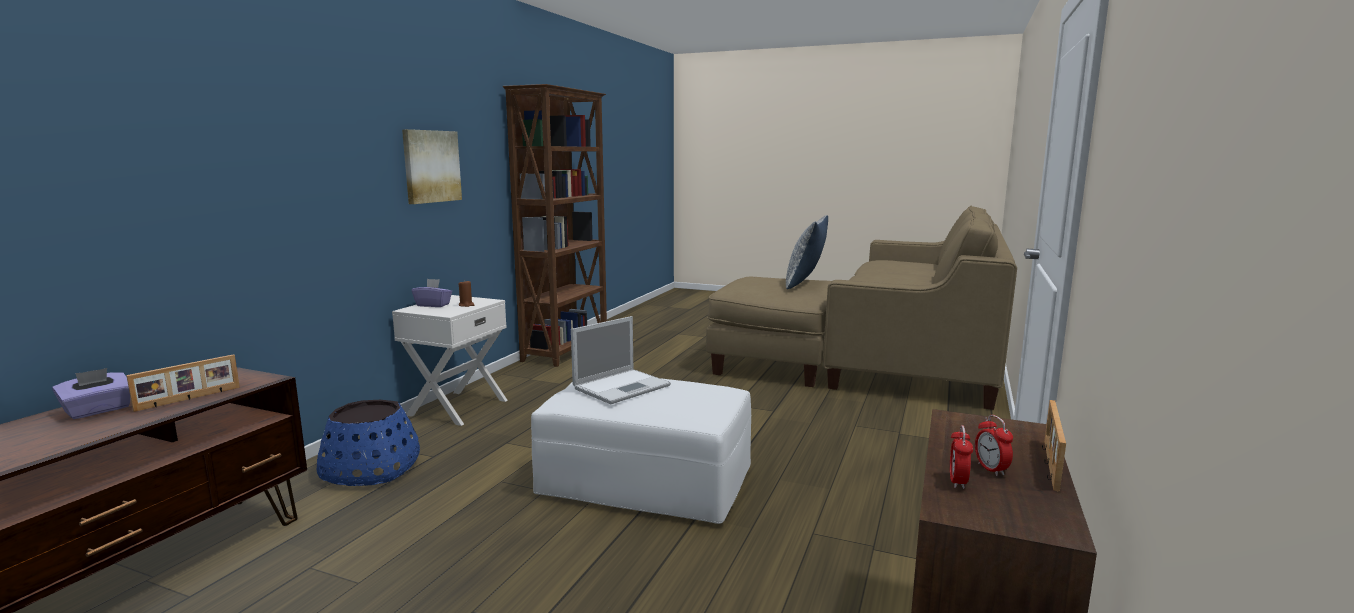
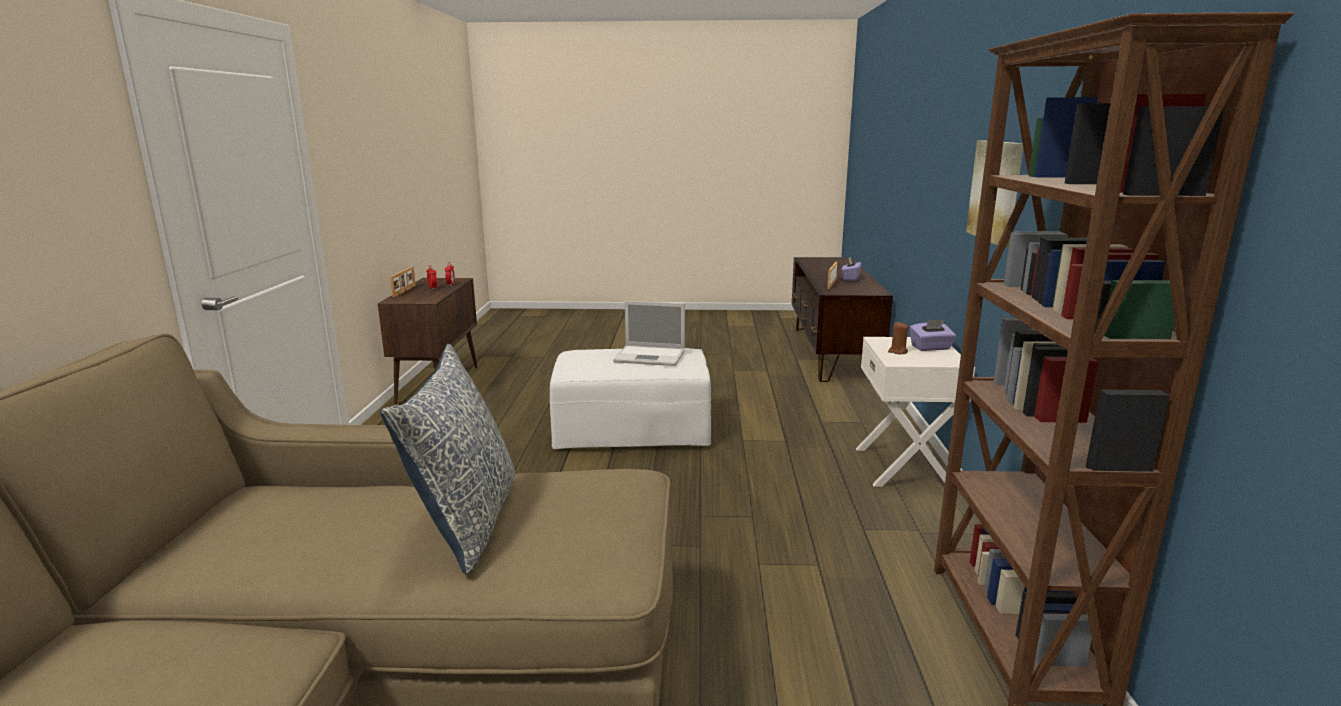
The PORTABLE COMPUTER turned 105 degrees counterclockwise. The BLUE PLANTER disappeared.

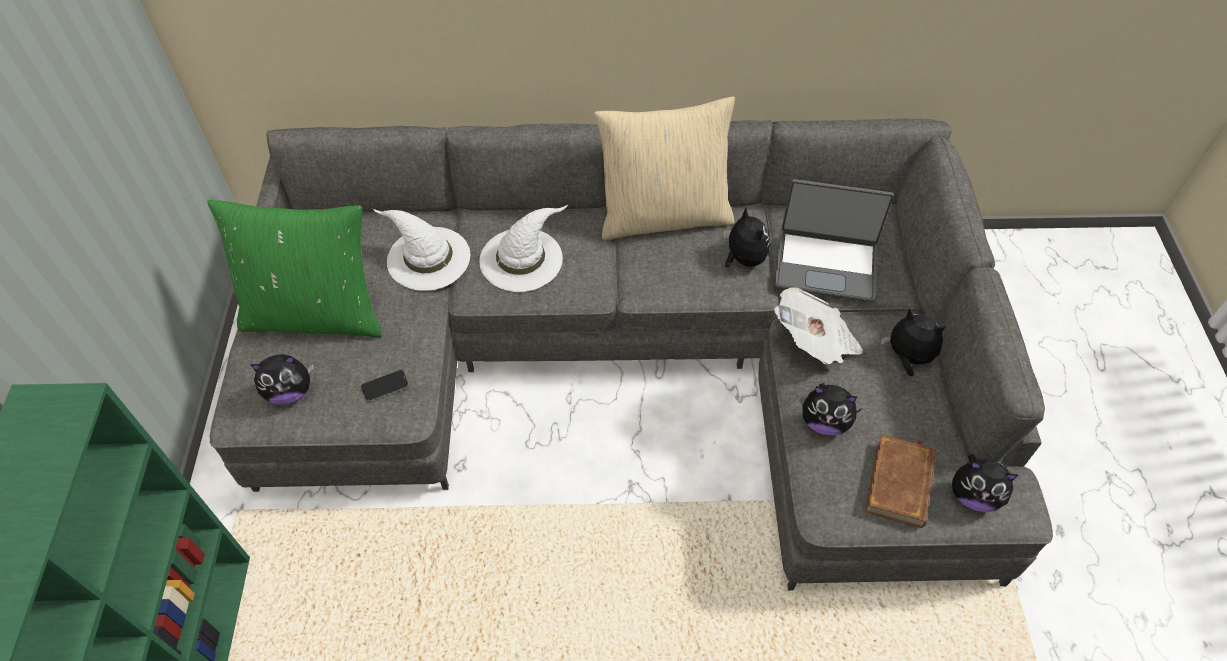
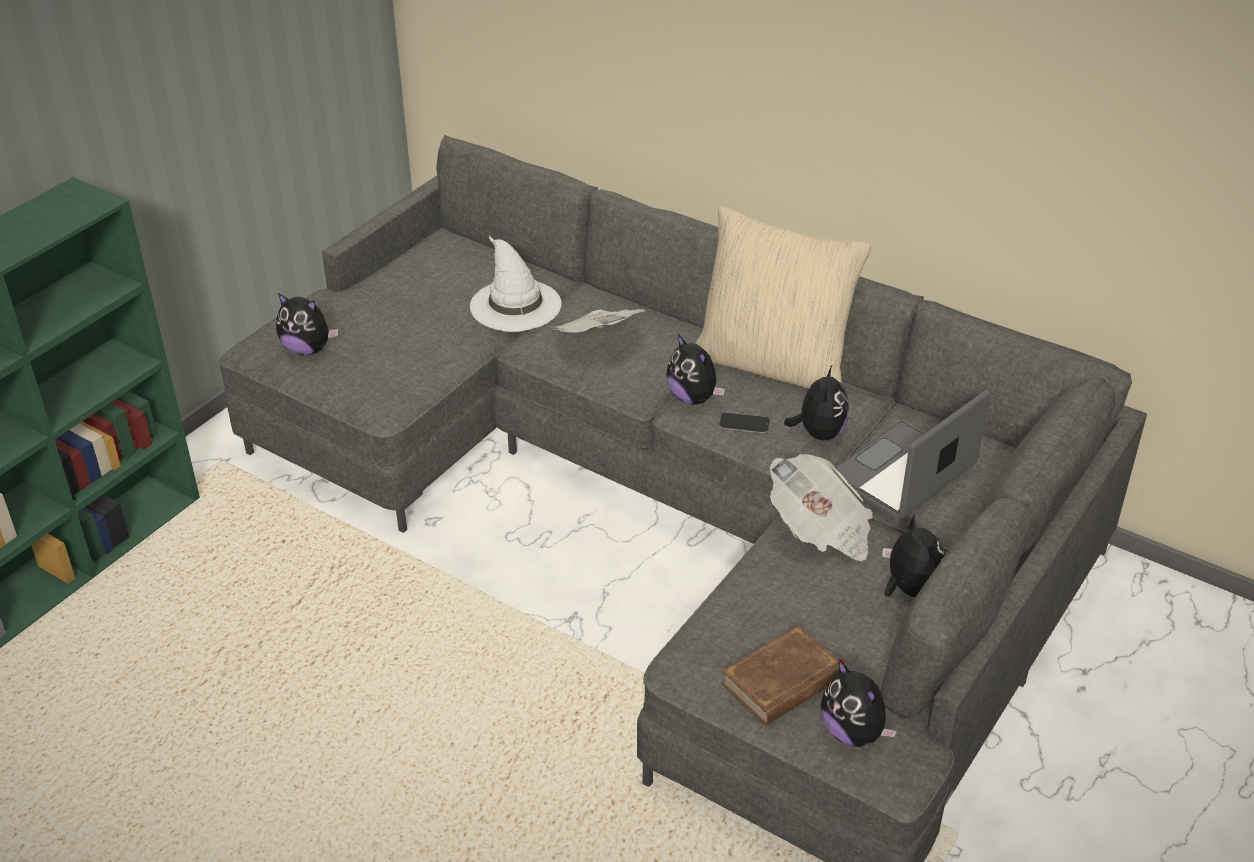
The PORTABLE COMPUTER turned 90 degrees clockwise. The GREEN-COLOURED CUSHION disappeared. The WHITISH WEARABLE HAT (no. 2 from left) was replaced by the DAILY PAPER (no. 1 from left). The HANDSET moved. The CUDDLY TOY (no. 3 from left in the first image) moved.

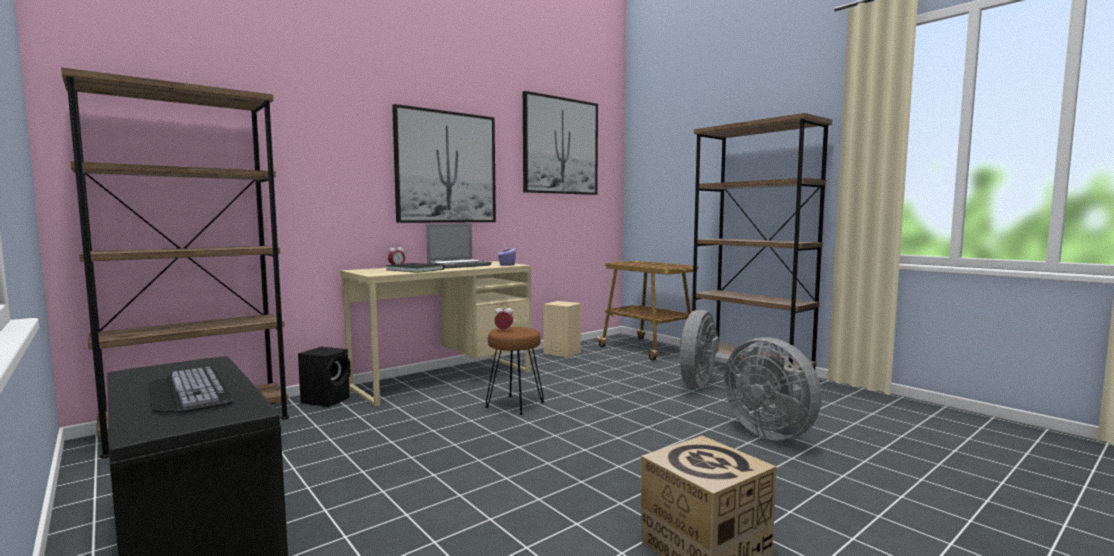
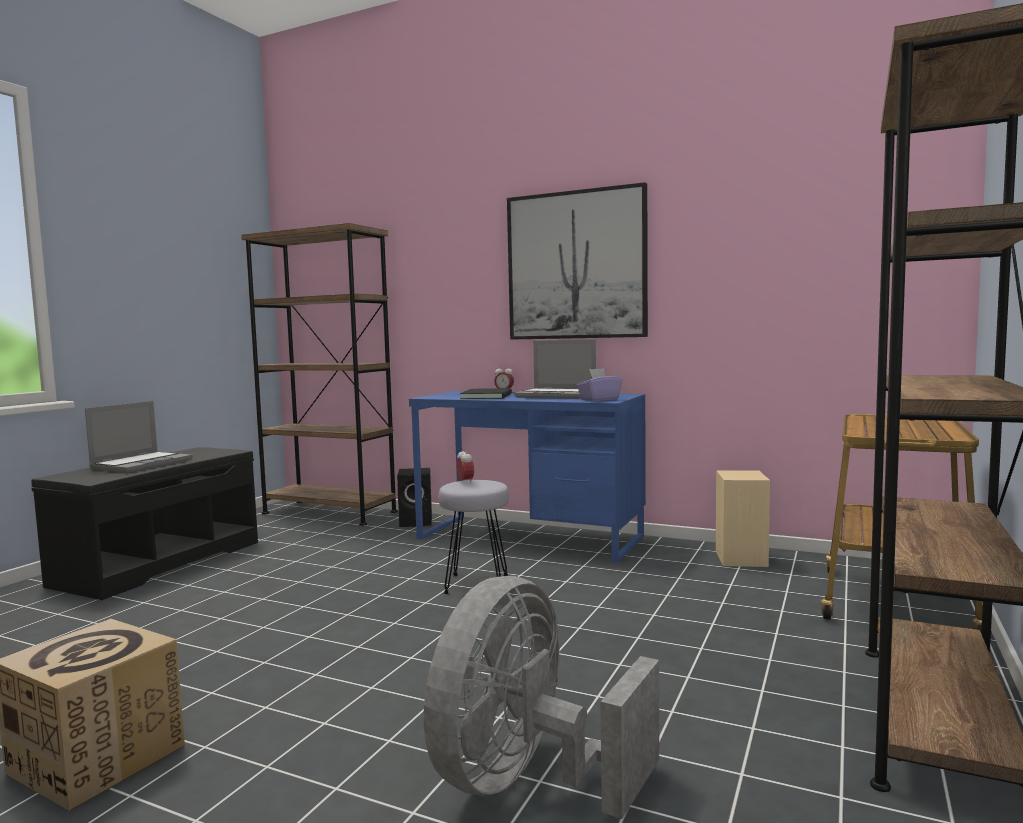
The WALL PICTURE (no. 2 from left) disappeared. The BEIGE-COLOURED DESK UNIT became the BLUE DESK UNIT. The GREY COOLING FAN (no. 1 from left) disappeared. The BROWNISH STOOL SEAT became the GREY STOOL SEAT. The COMPUTER KEYBOARD was replaced by the PORTABLE COMPUTER (no. 1 from left).

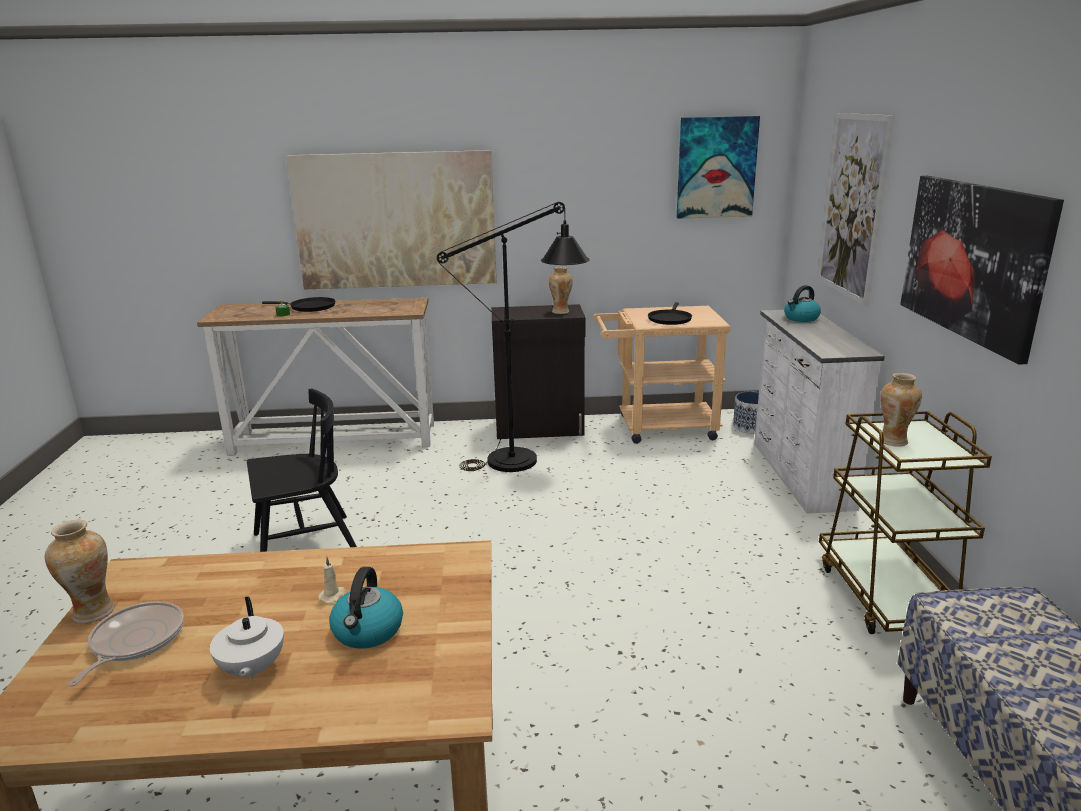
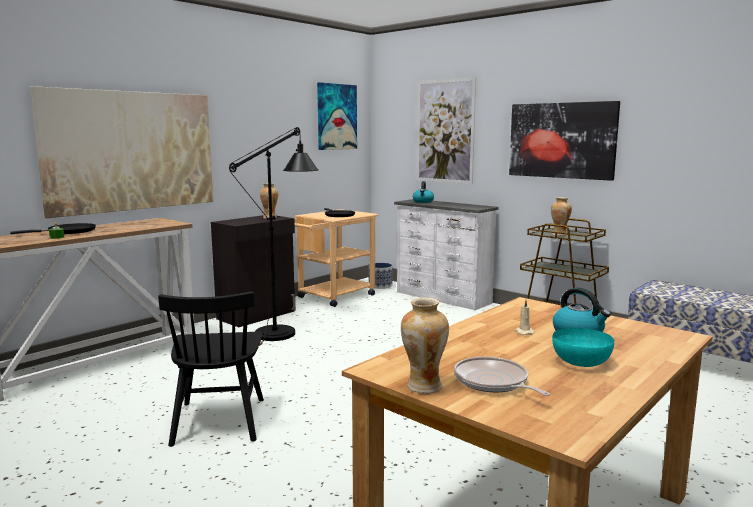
The BLACK-COLOURED PLAIN CHAIR turned 150 degrees clockwise. The WHITISH TEA POT was replaced by the BLUE-GREEN DEEP DISH.

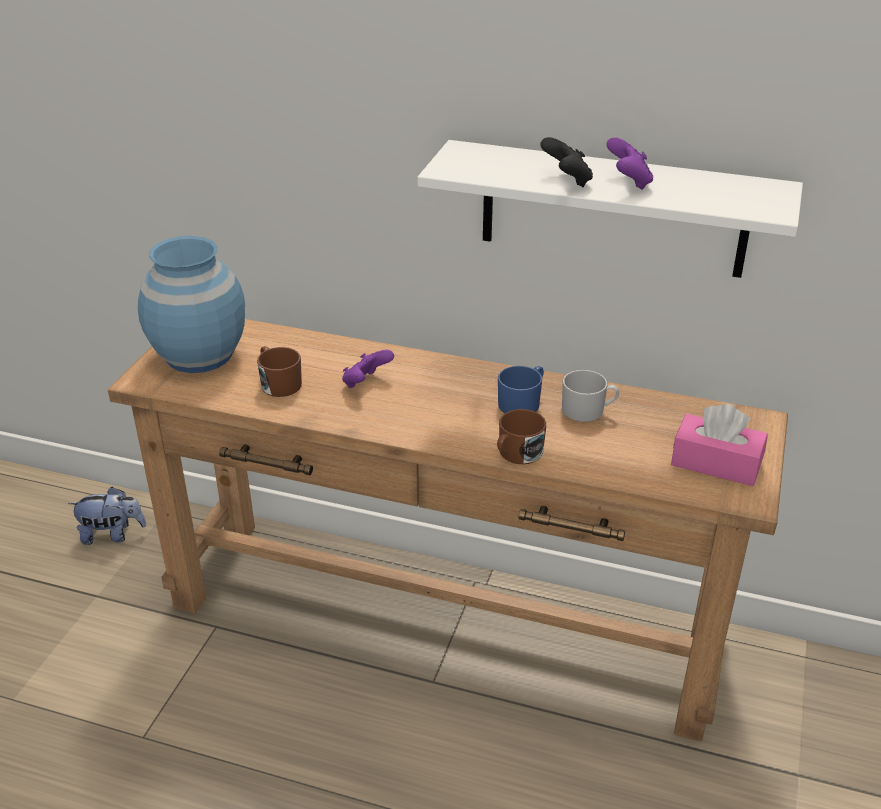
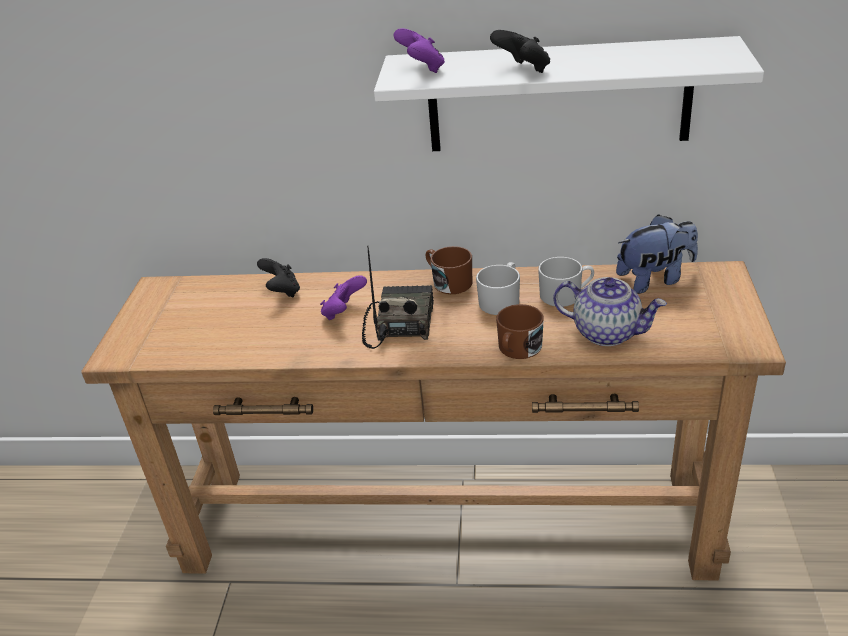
The PURPLISH JOYPAD (no. 2 from left) moved. The BLUE DECORATIVE VASE disappeared. The BROWNISH COFFEE MUG (no. 1 from left) moved. The BLUE COFFEE MUG became the WHITISH COFFEE MUG (no. 1 from left). The PINK BOX OF TISSUES disappeared. The CUDDLY TOY moved. The RADIO SET appeared. The BLACK-COLOURED JOYPAD (no. 1 from left) appeared. The TEA POT appeared.

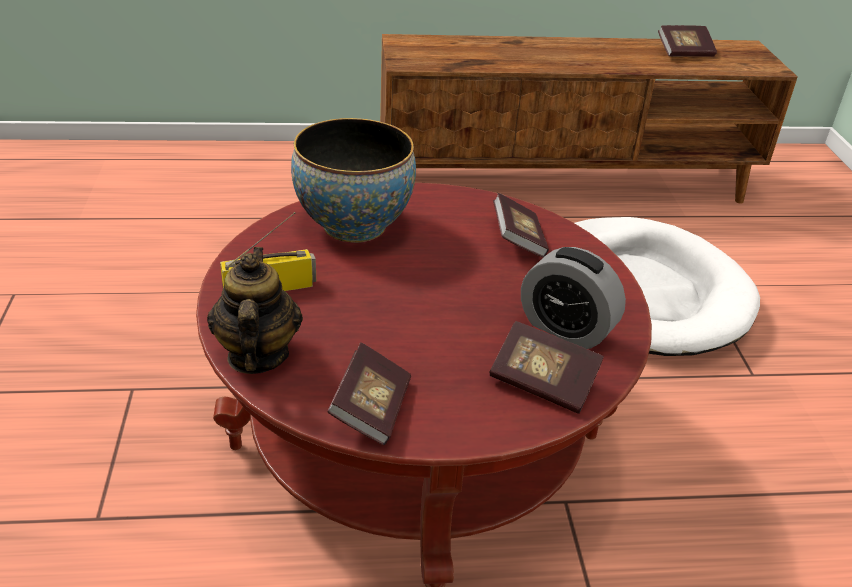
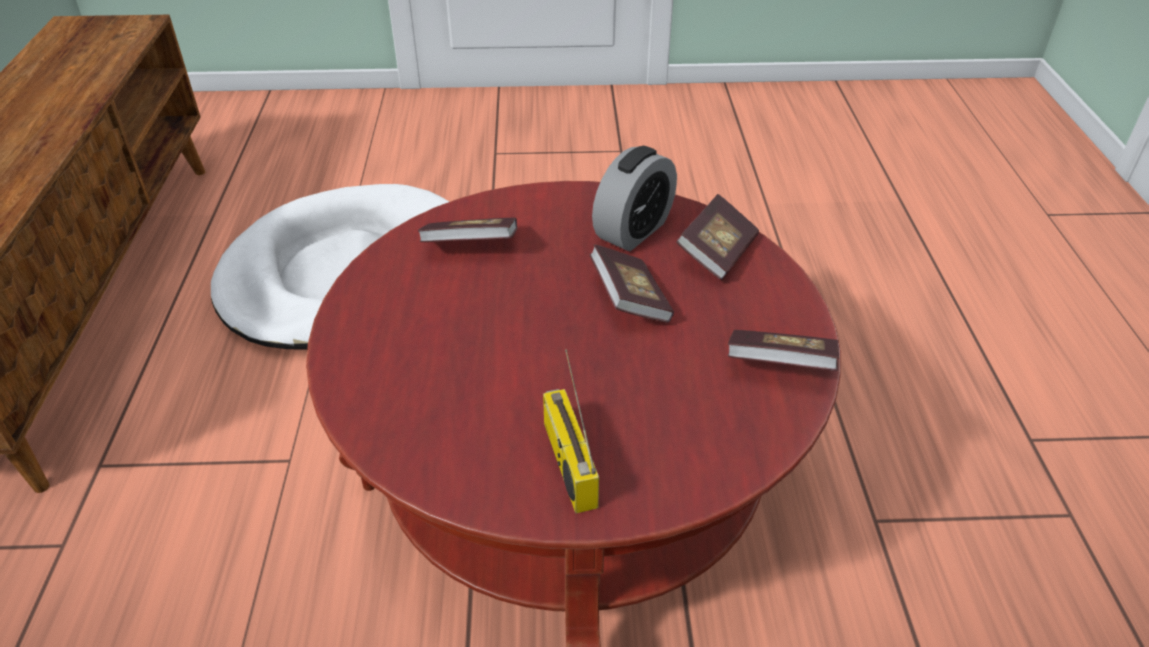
The BOUND BOOK (no. 4 from left in the first image) moved. The DEEP DISH disappeared. The TEA POT disappeared.

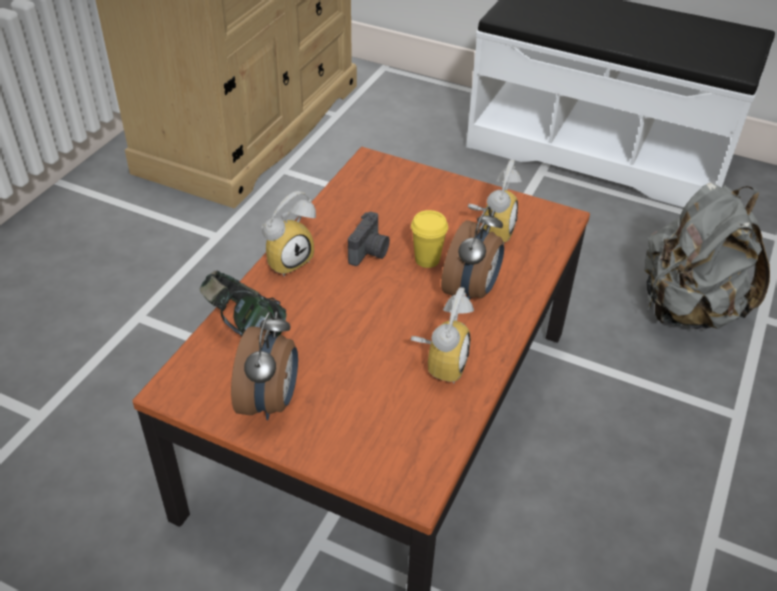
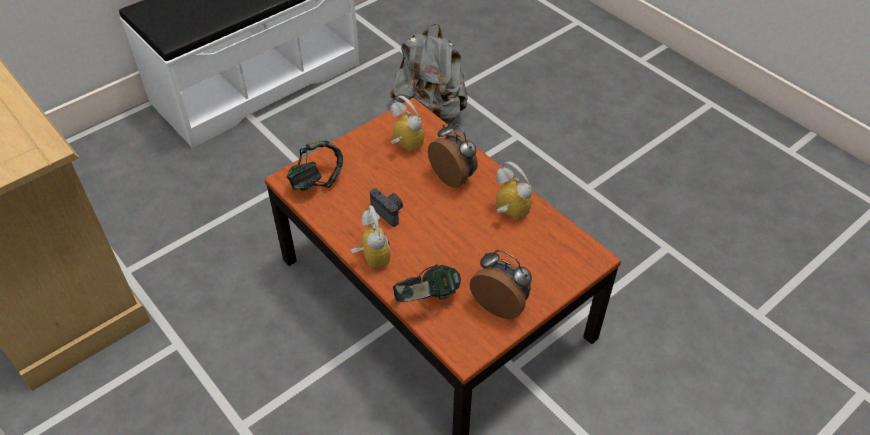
The YELLOWISH DRINKING CUP disappeared. The HEADPHONES (no. 1 from left) appeared.

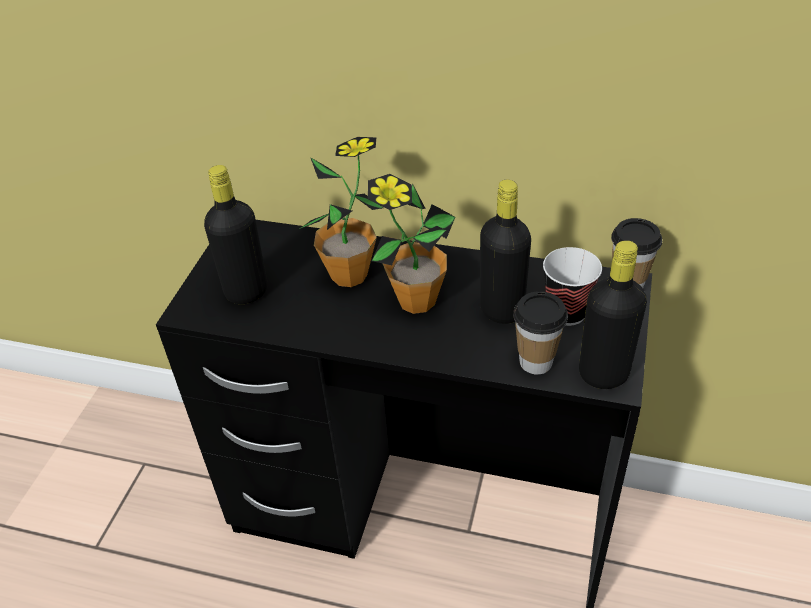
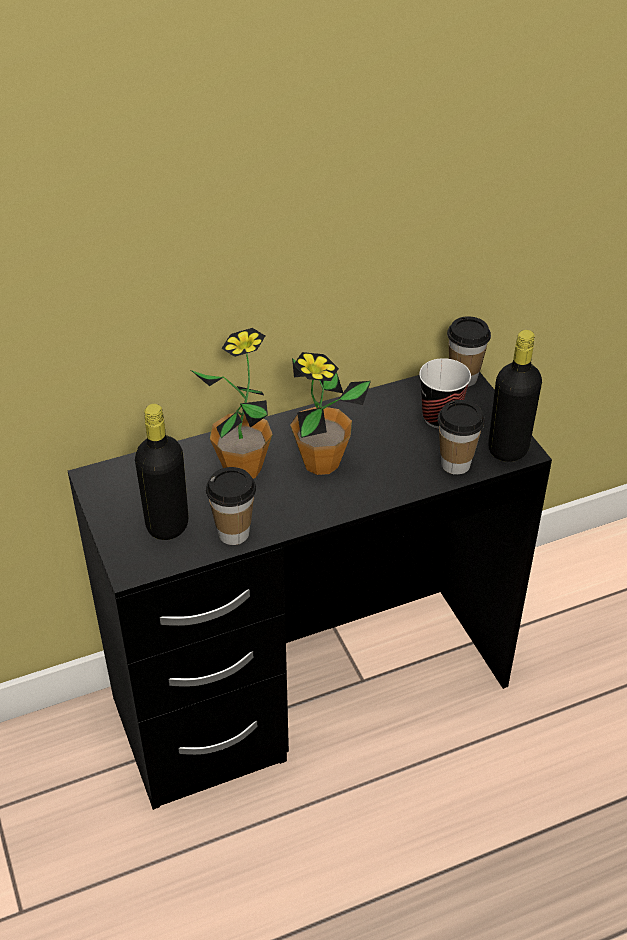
The BLACK-COLOURED BOTTLE (no. 2 from left) disappeared. The DRINKING CUP (no. 1 from left) appeared.

